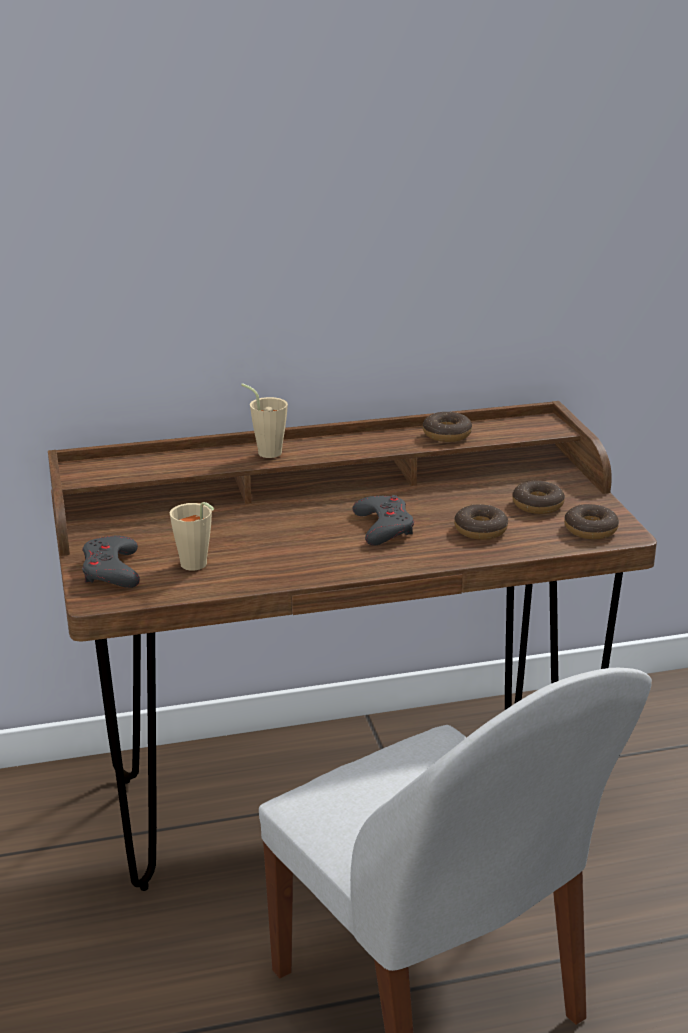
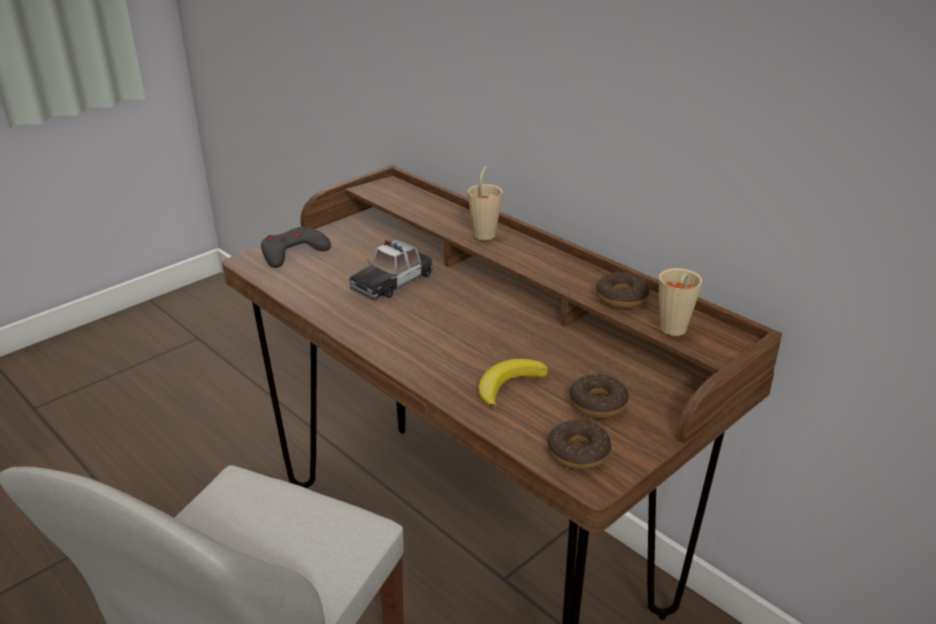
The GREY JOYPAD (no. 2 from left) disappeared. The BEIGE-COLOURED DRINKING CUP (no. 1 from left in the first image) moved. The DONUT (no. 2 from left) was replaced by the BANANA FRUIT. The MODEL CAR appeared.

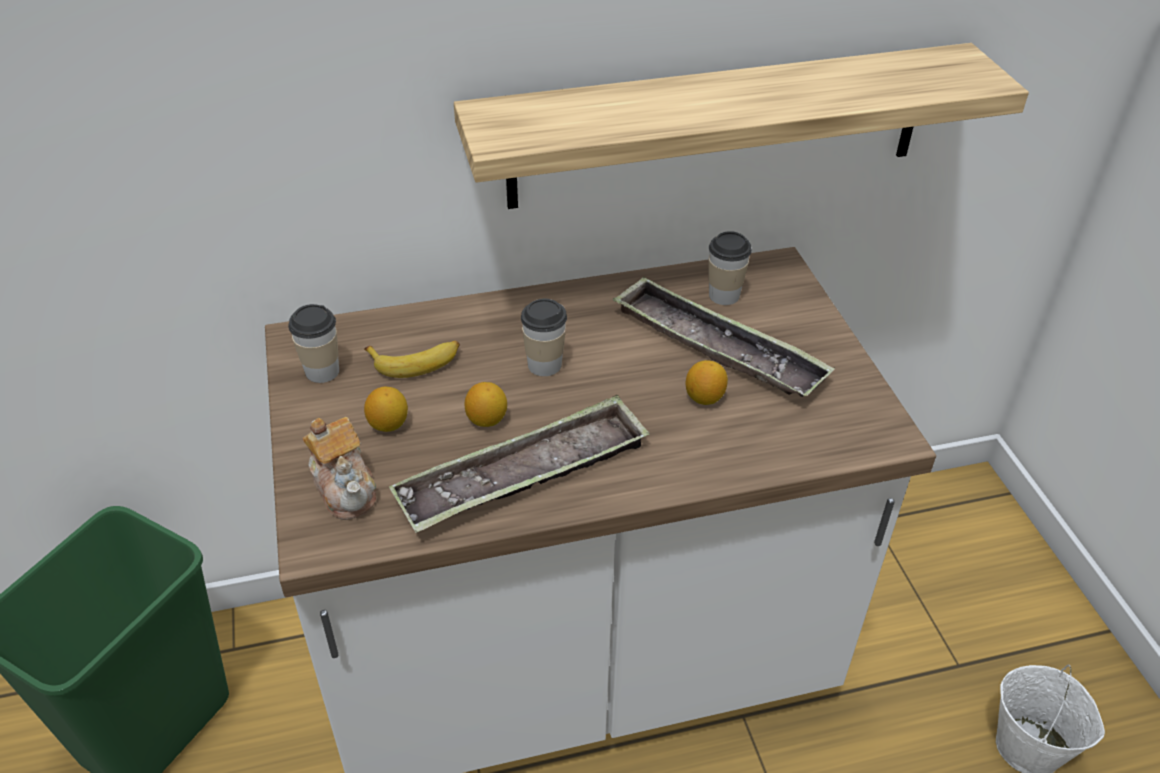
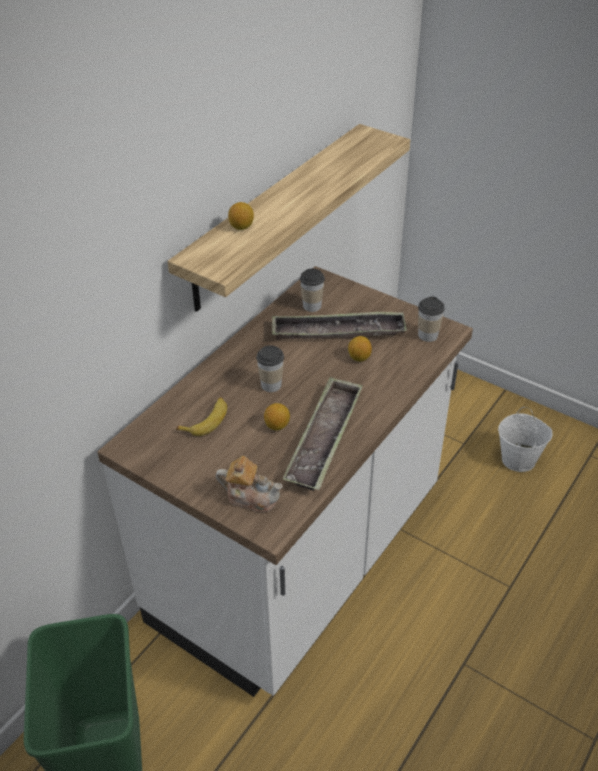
The DRINKING CUP (no. 1 from left in the first image) moved. The LEMON (no. 1 from left) moved.

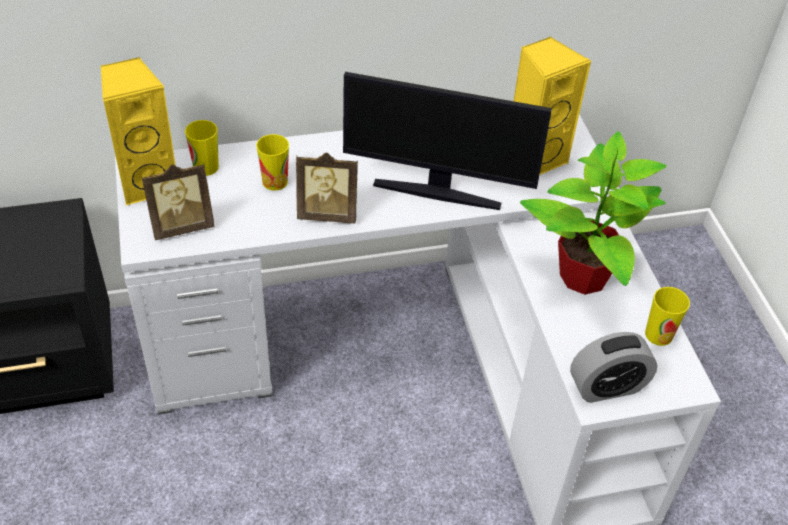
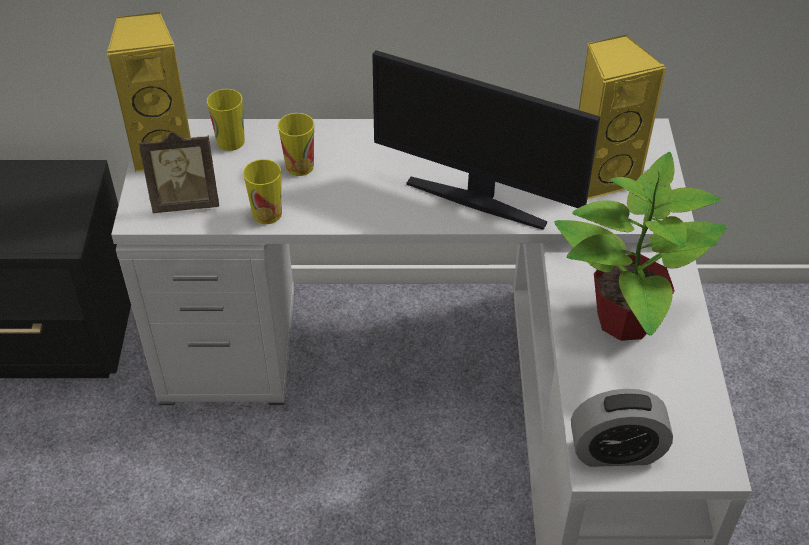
The STANDING FRAME (no. 2 from left) disappeared. The DRINKING CUP (no. 3 from left in the first image) moved.

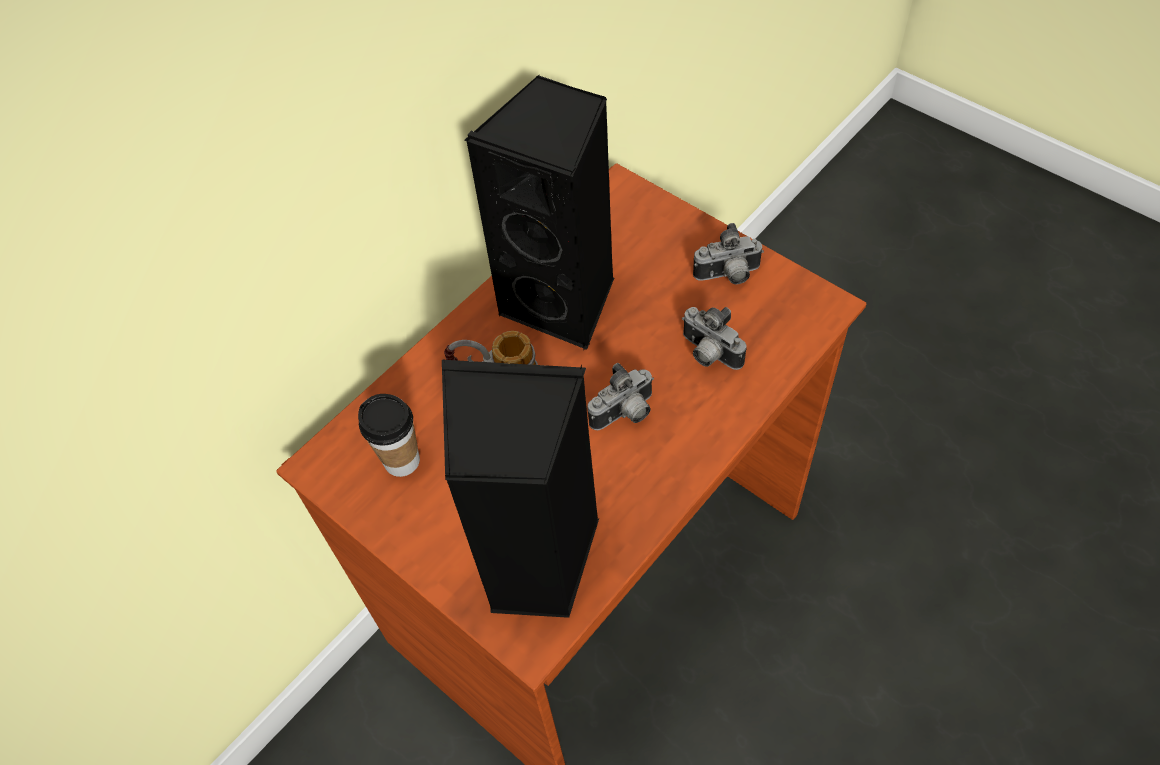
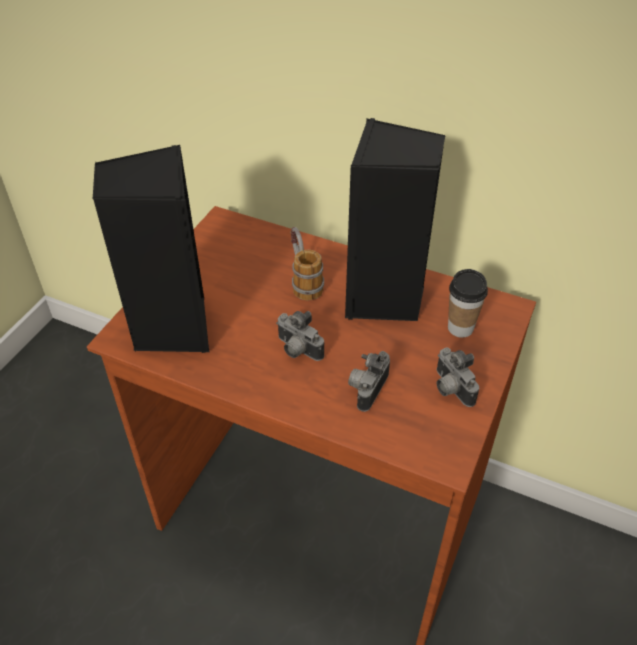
The DRINKING CUP moved.

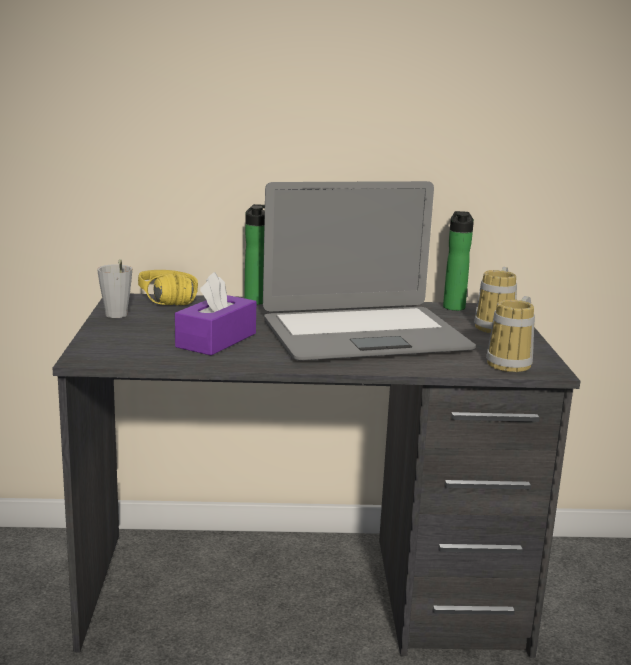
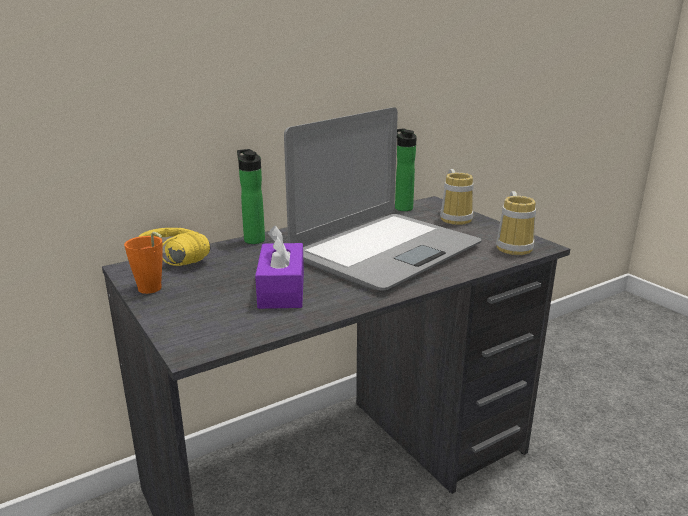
The GREY DRINKING CUP became the ORANGE DRINKING CUP.

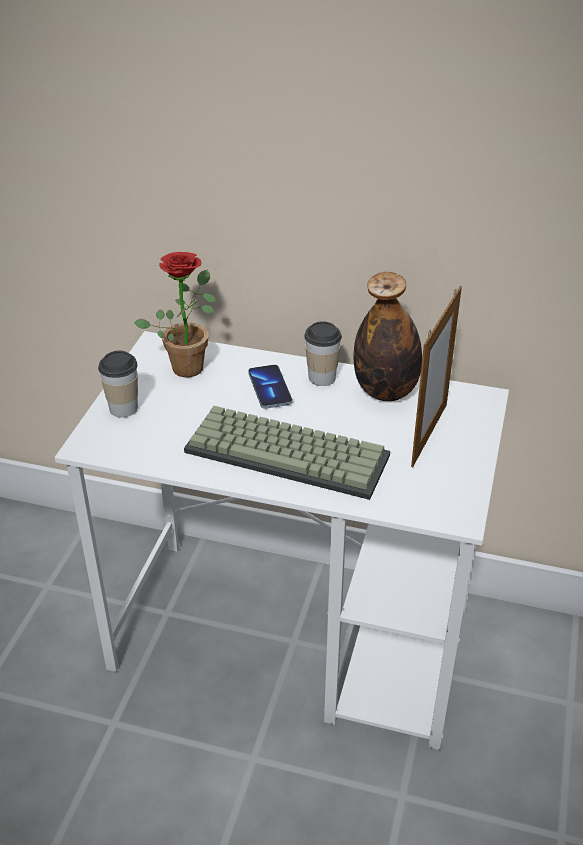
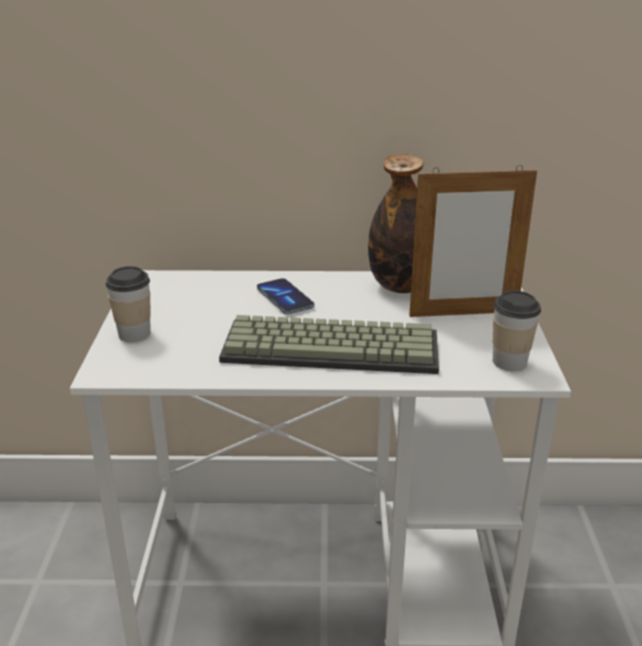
The HOUSEPLANT disappeared. The STANDING FRAME turned 75 degrees clockwise. The DRINKING CUP (no. 2 from left) moved.

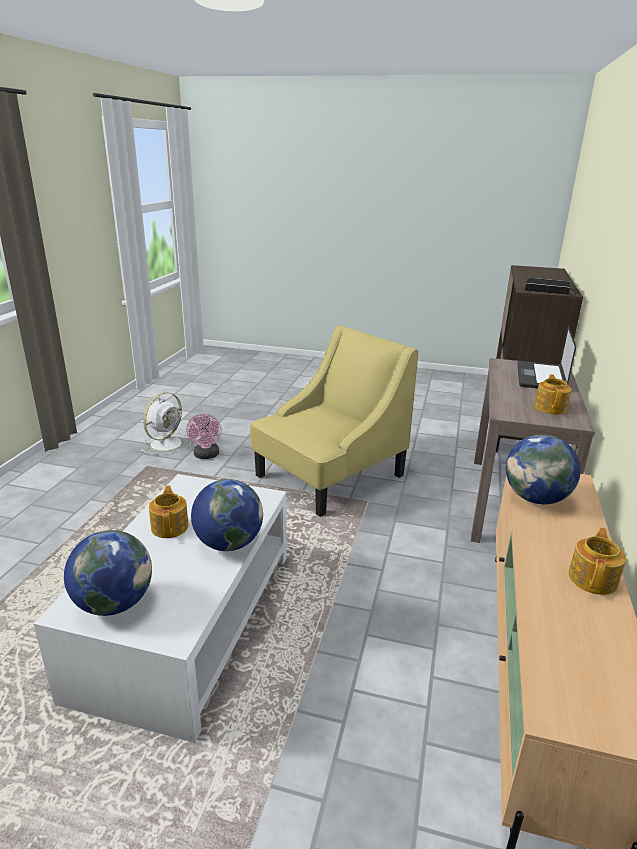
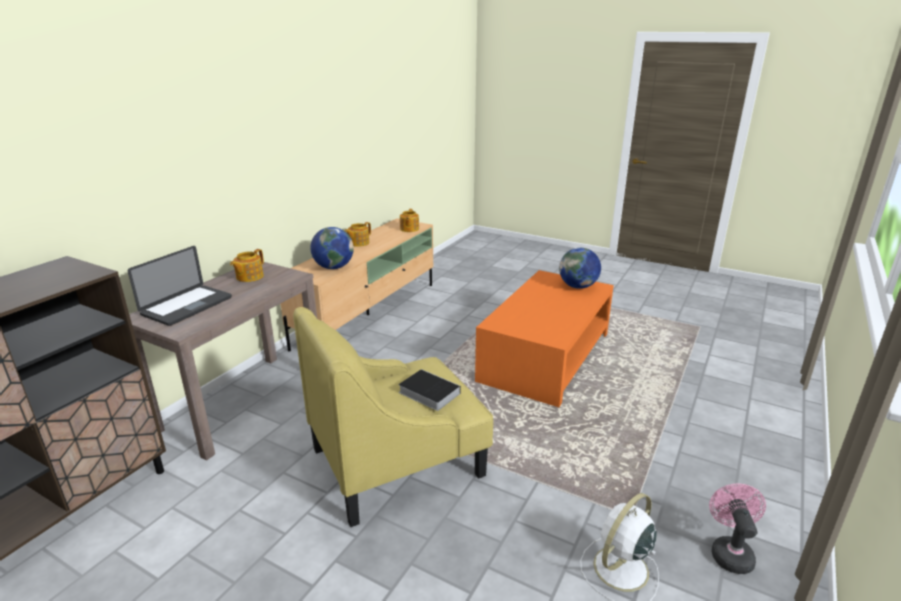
The BOUND BOOK moved. The PINK COOLING FAN moved. The WHITISH COFFEE TABLE became the ORANGE COFFEE TABLE. The DESK GLOBE (no. 2 from left) disappeared. The TEA POT (no. 1 from left in the first image) moved.

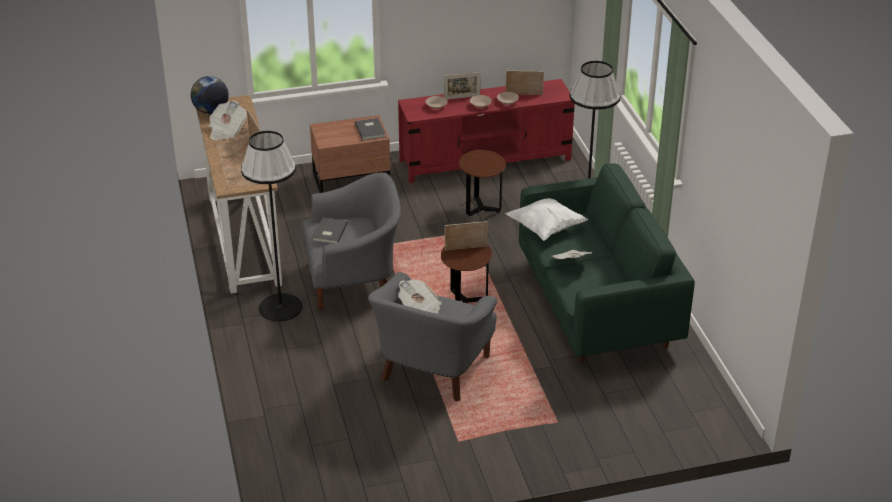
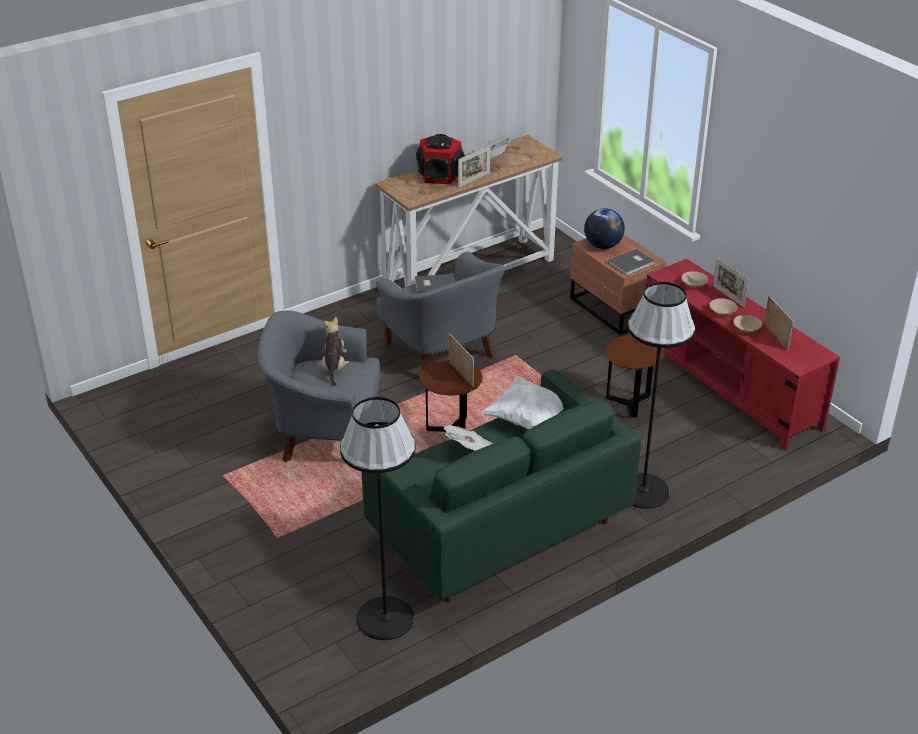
The DESK GLOBE moved. The BLACK-COLOURED STANDING LAMP (no. 1 from left) moved. The DAILY PAPER (no. 2 from left) was replaced by the CUDDLY TOY. The AUDIO SPEAKER appeared.

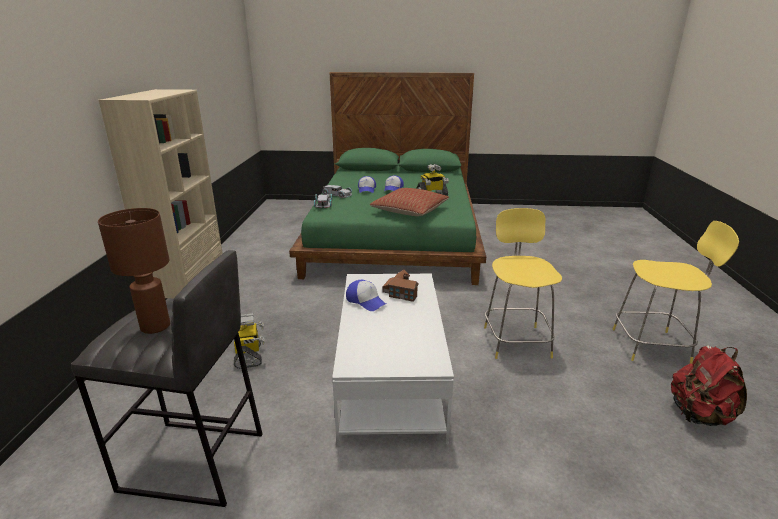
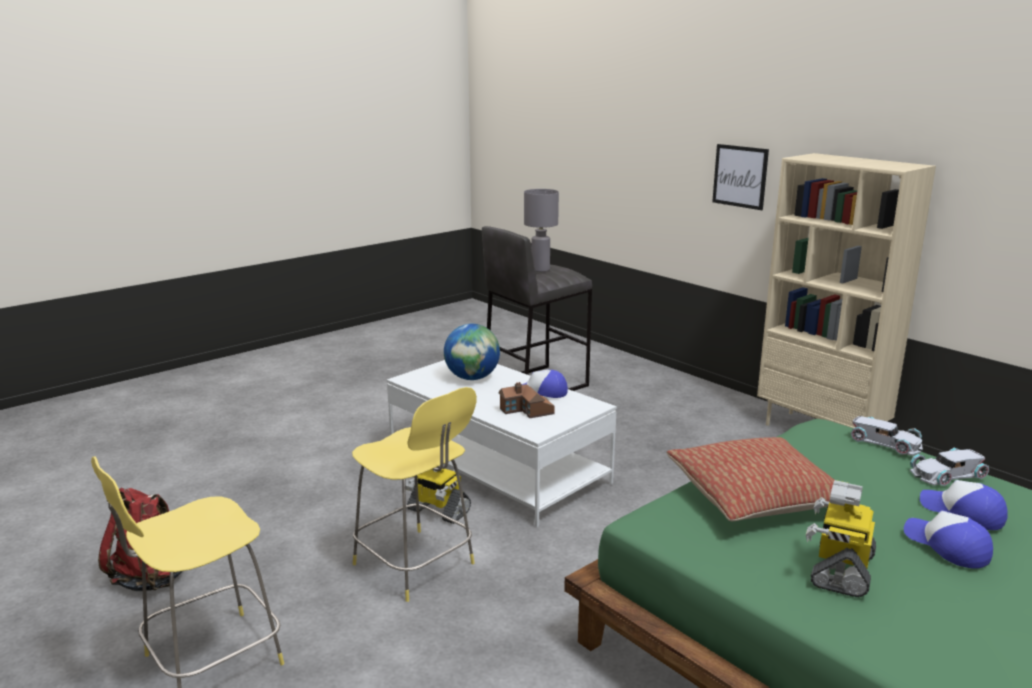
The BROWNISH TABLETOP LAMP became the GREY TABLETOP LAMP. The ROBOT FIGURE (no. 1 from left) moved. The WALL PICTURE appeared. The DESK GLOBE appeared.

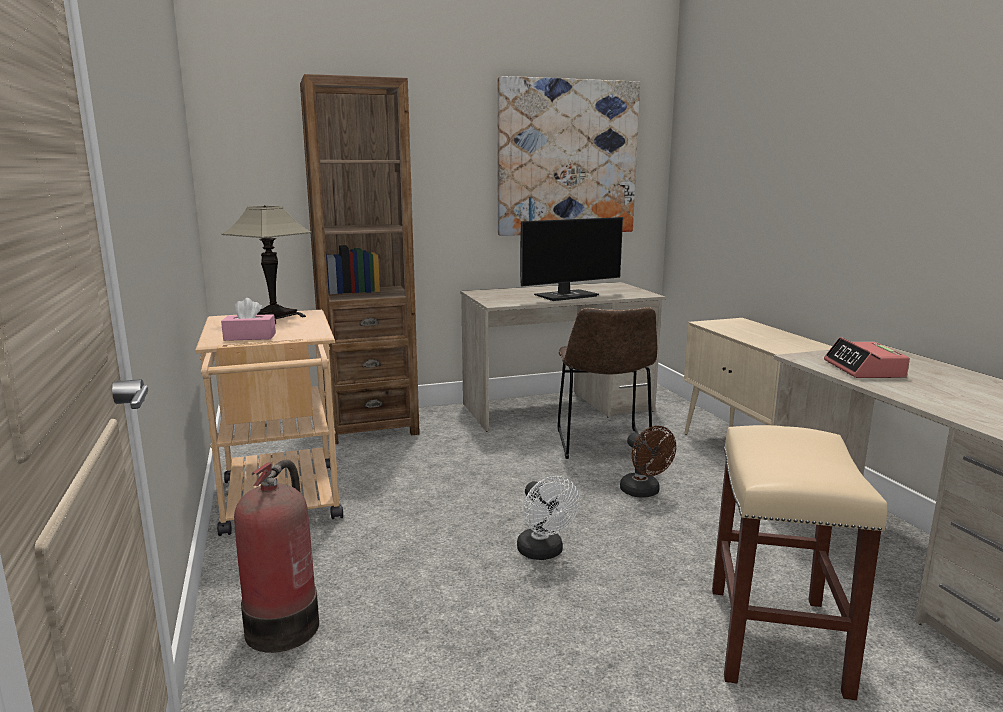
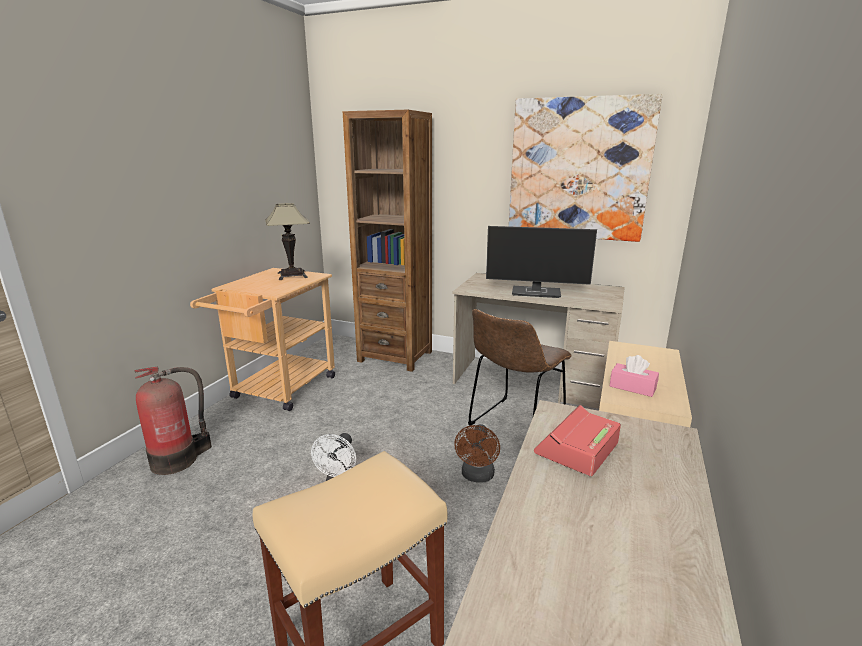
The PINK BOX OF TISSUES moved.

